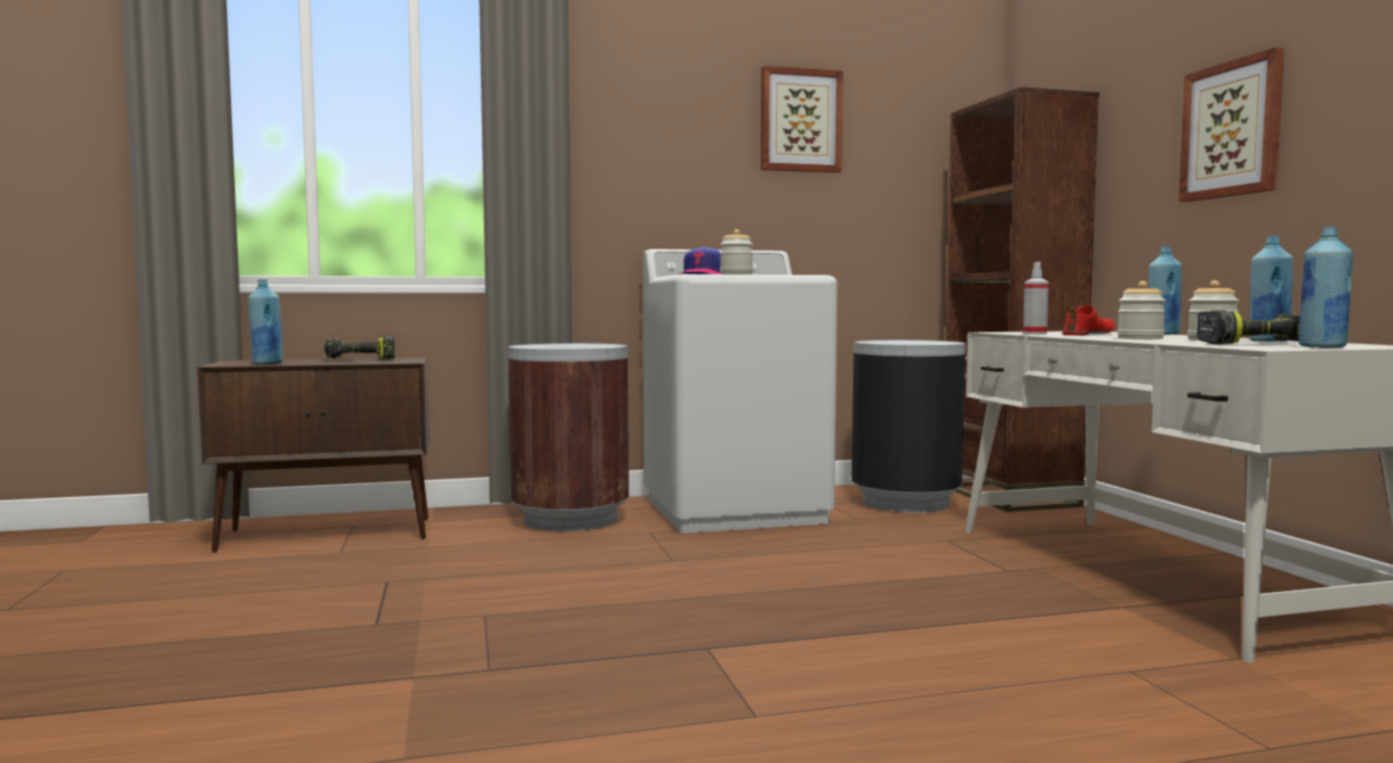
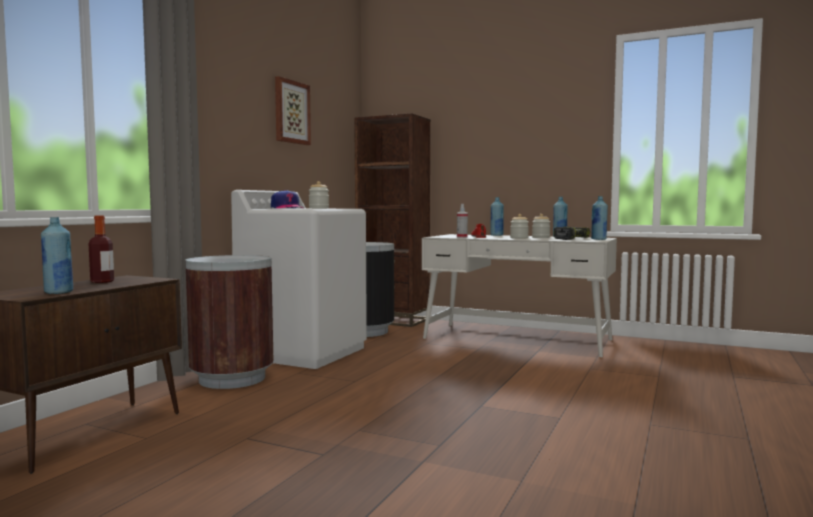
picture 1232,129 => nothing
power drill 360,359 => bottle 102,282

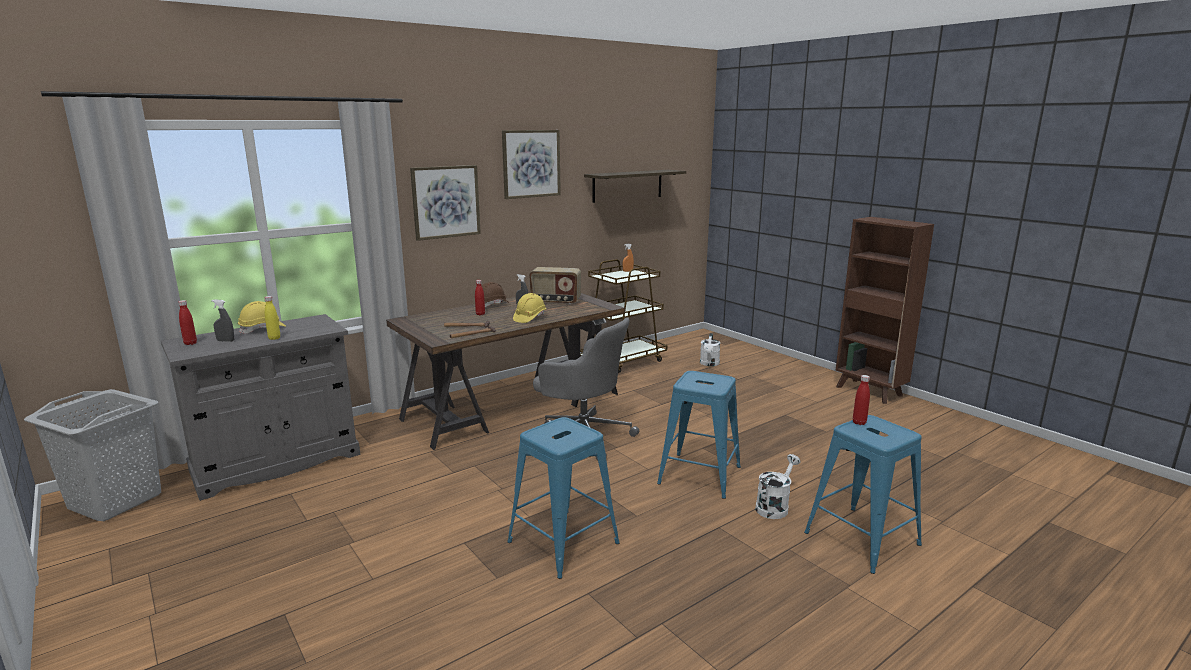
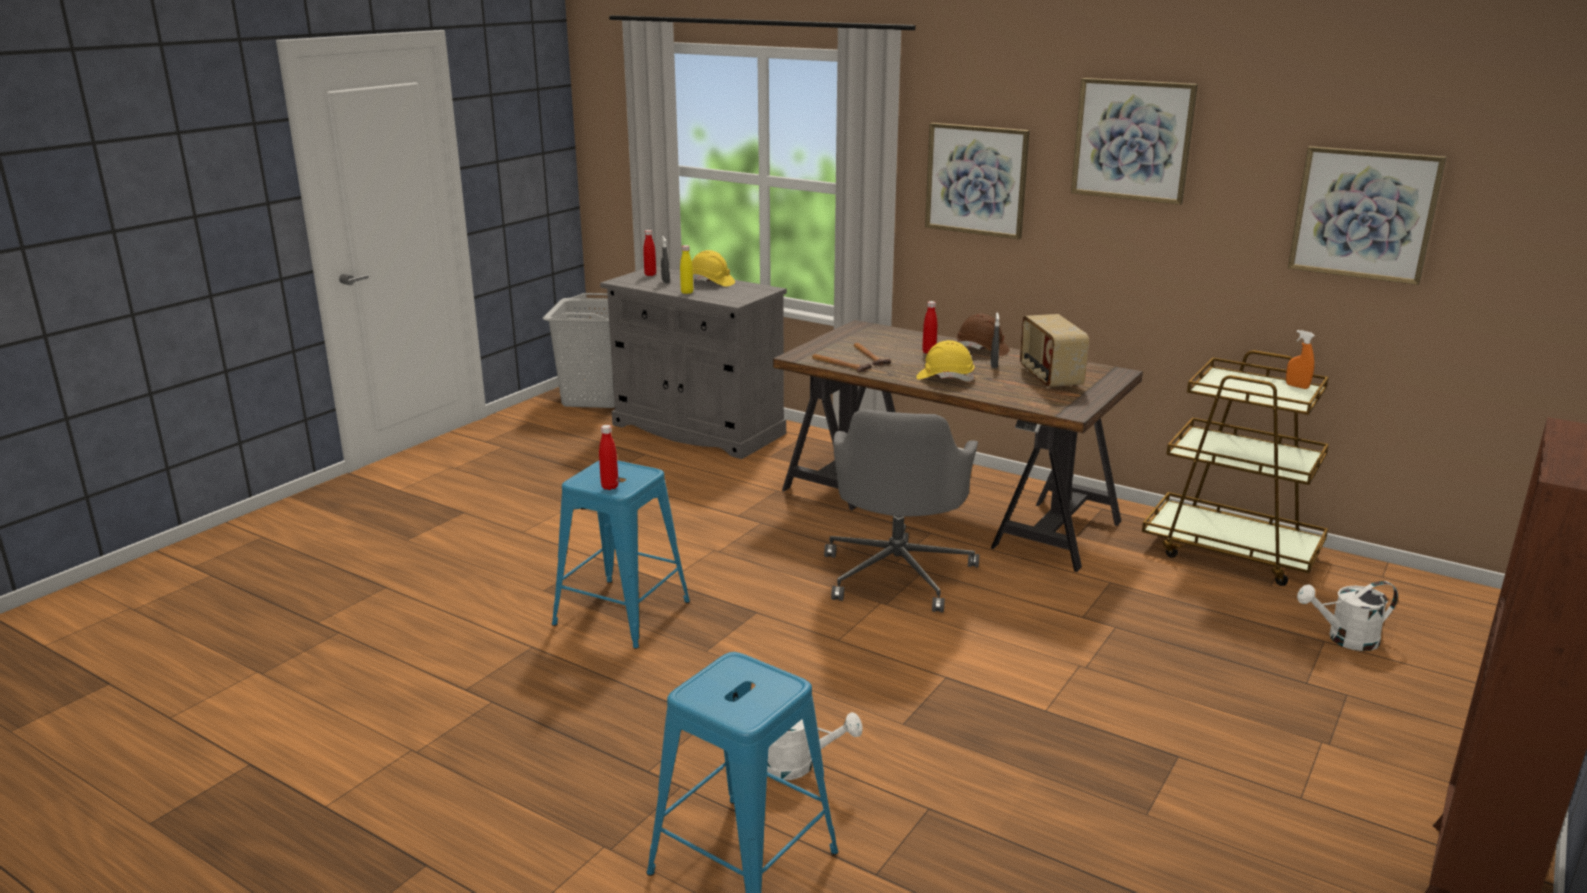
shelf 627,185 => picture 1364,214
stool in blue 699,475 => nothing
bottle in red 859,422 => bottle in red 610,487, relocated

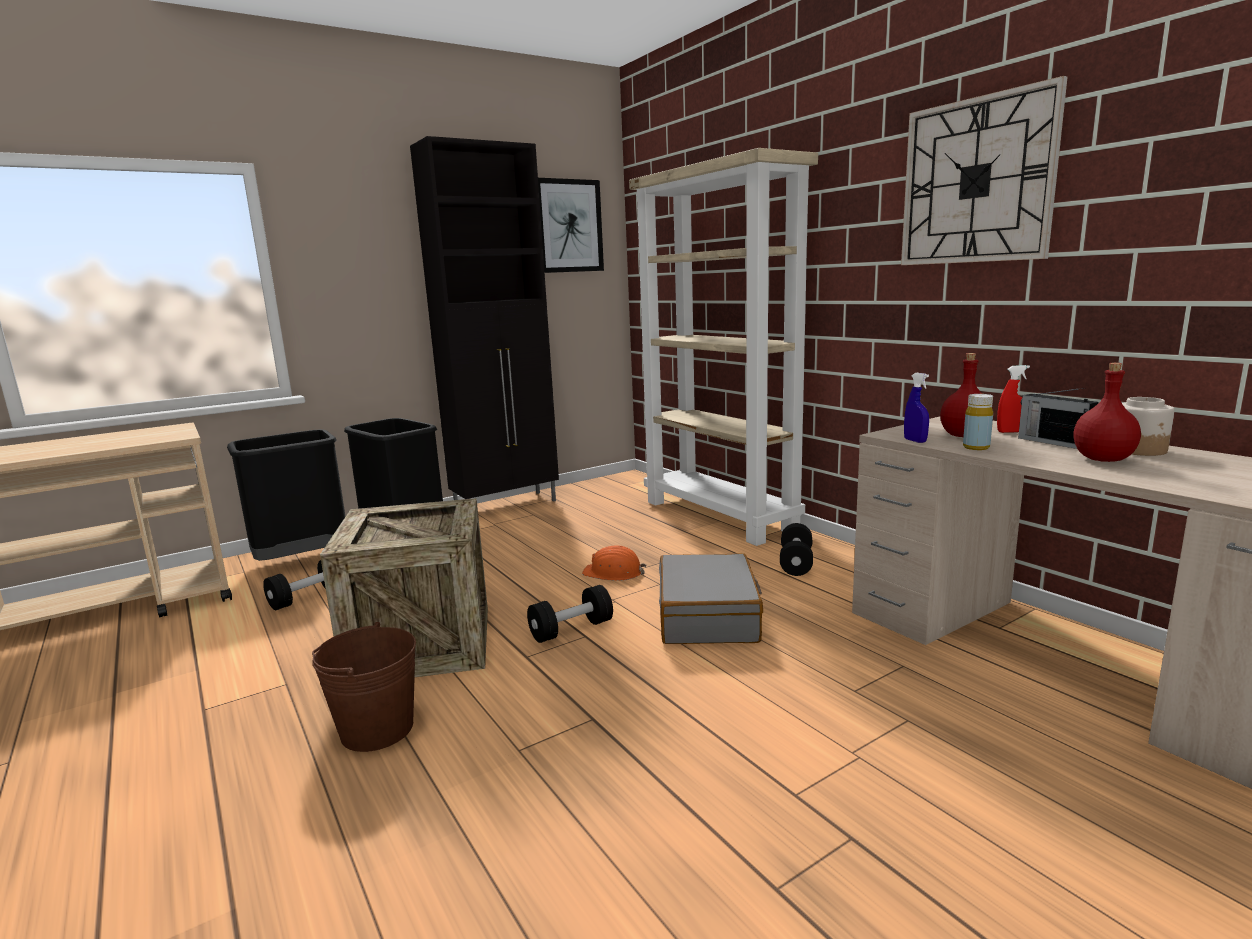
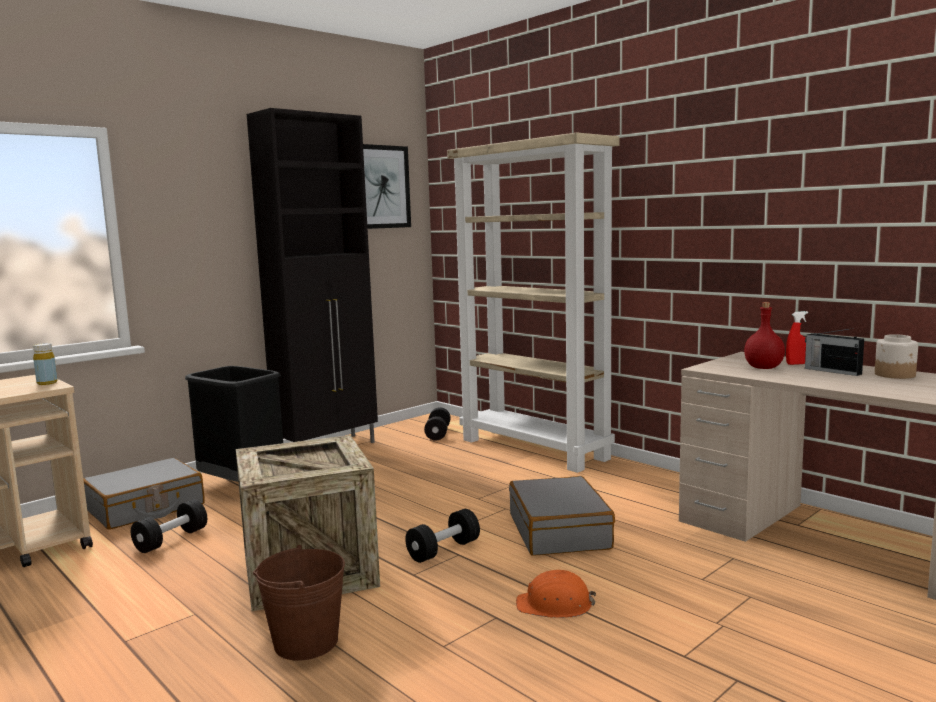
wall clock 976,181 => nothing
bottle in red 1101,459 => nothing
spray bottle in blue 915,441 => nothing
bottle in yellow 976,447 => bottle in yellow 47,383, relocated
trash can in black 303,561 => suitcase in grey 145,508
dumbbell in black 796,563 => dumbbell in black 438,434, relocated
hard hat in orange 613,572 => hard hat in orange 555,605, relocated

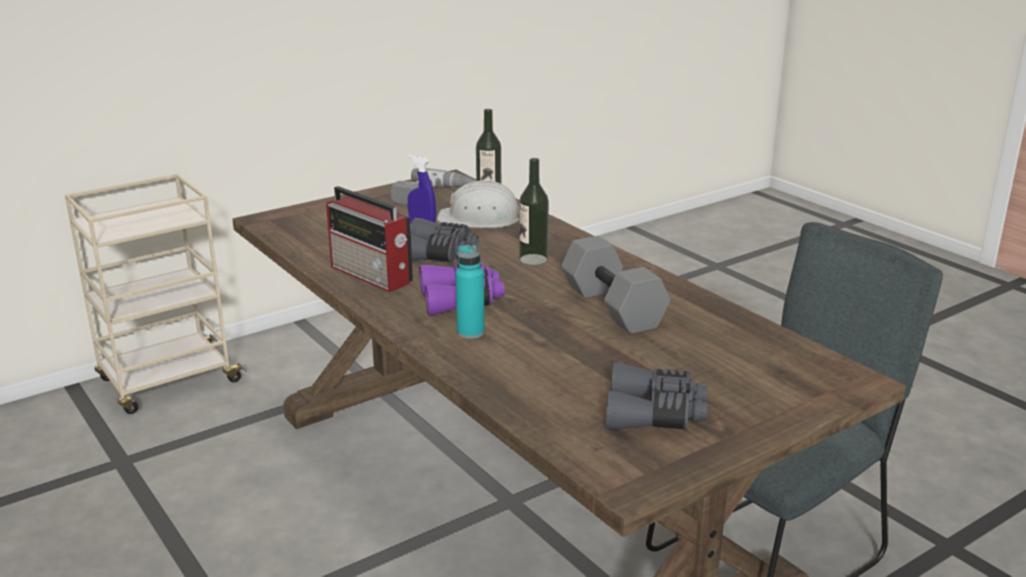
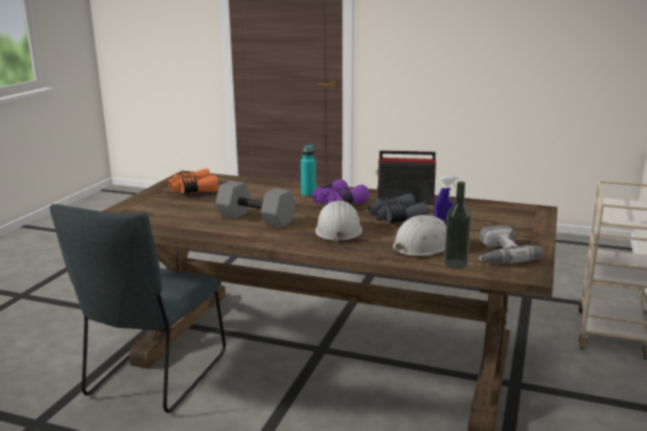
bottle 533,259 => hard hat in white 338,230
binoculars in grey 655,414 => binoculars in orange 192,190

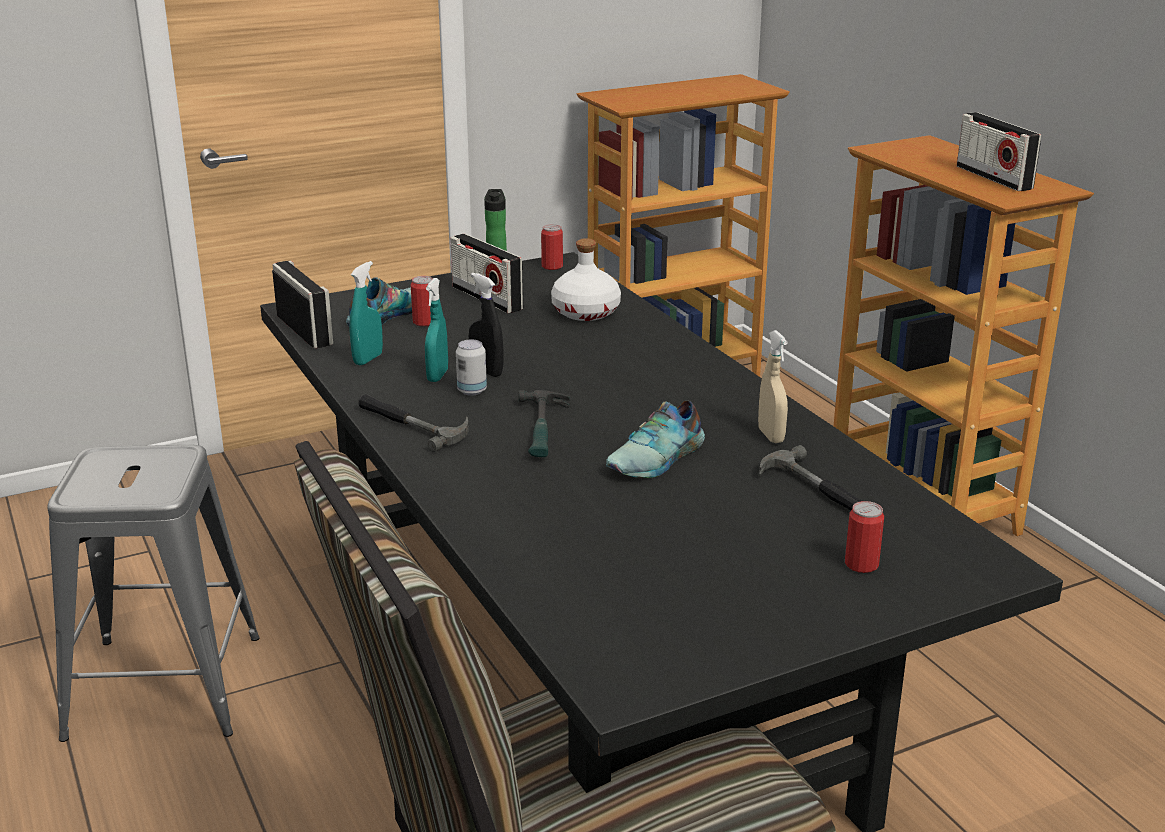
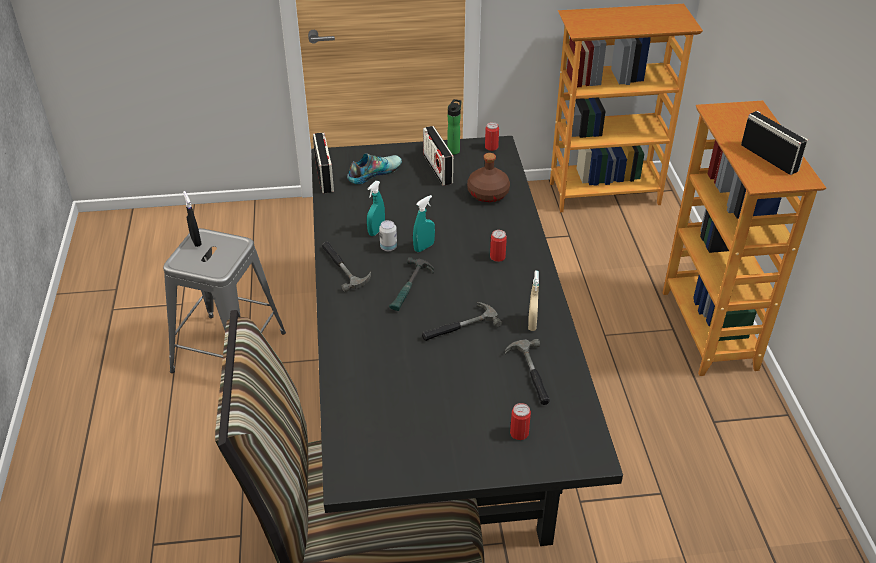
radio 993,178 => radio 769,158, 150 degrees clockwise
bottle in white 586,312 => bottle in brown 488,194
spray bottle in turquoise 368,359 => spray bottle in turquoise 424,247, relocated
spray bottle in black 486,371 => spray bottle in black 196,241, relocated
can 424,322 => can 497,257, relocated
shoe 658,459 => hammer 459,326

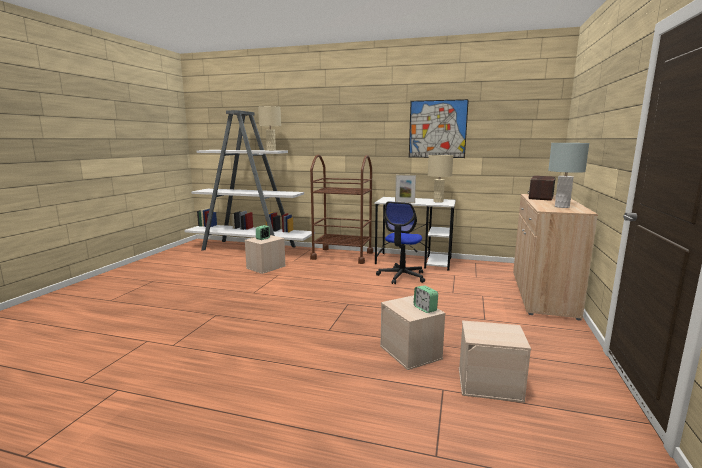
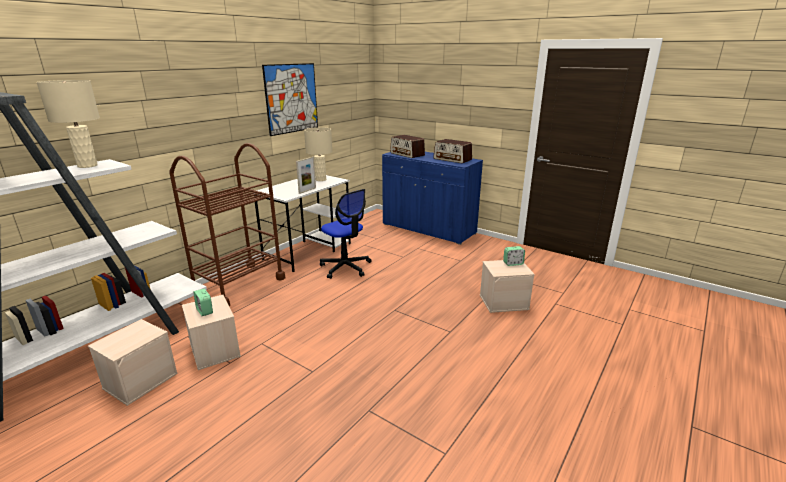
table lamp in grey 562,207 => radio 452,159
cabinet in beige 542,294 => cabinet in blue 428,229
storage box in beige 490,384 => storage box in beige 141,380, relocated

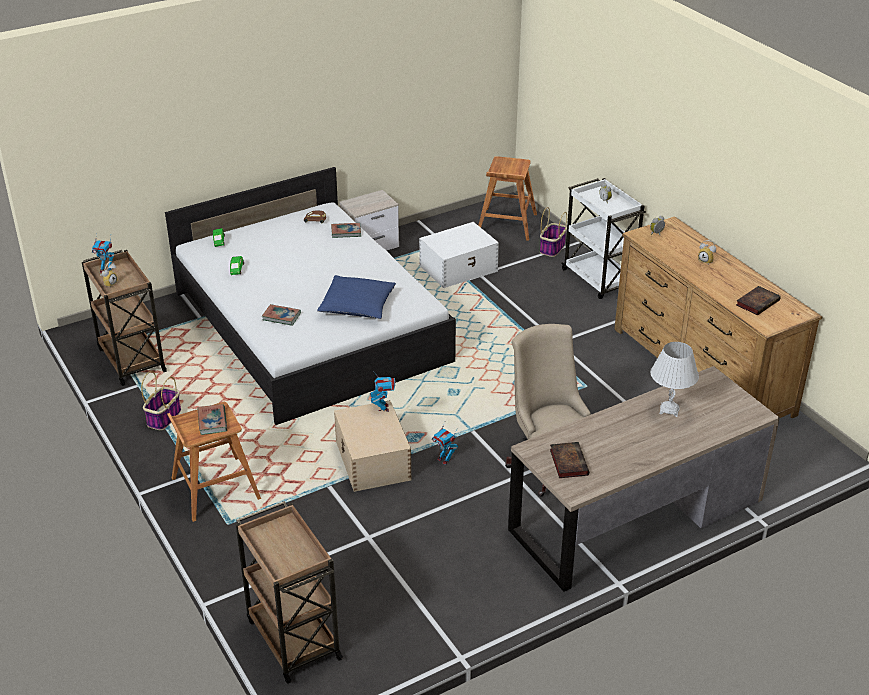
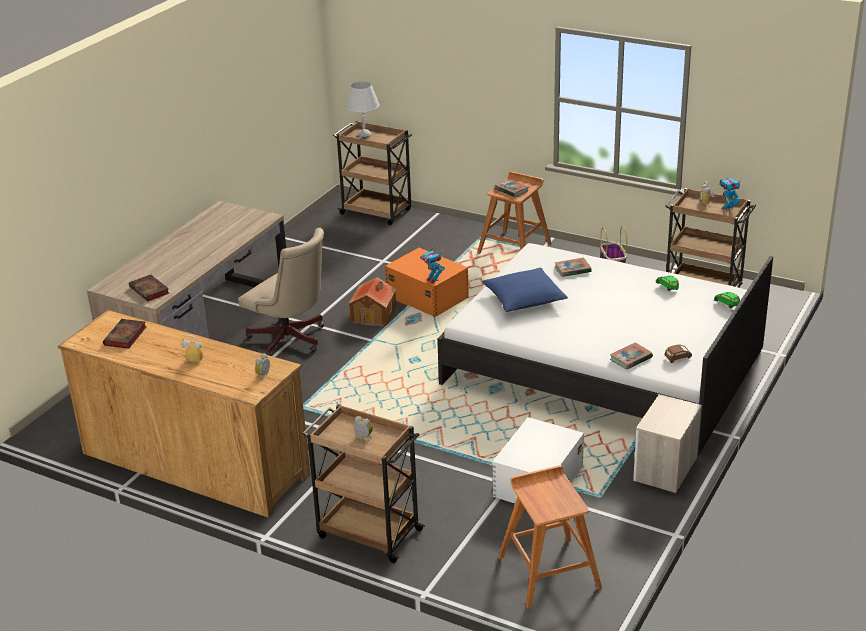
cart in white 599,279 => cart in brown 367,533
basket 552,248 => nothing
table lamp in white 669,410 => table lamp in white 364,135, relocated
storage box in beige 372,461 => storage box in orange 427,296
toy robot 444,460 => toy house 374,315
book 568,462 => book 150,290, relocated

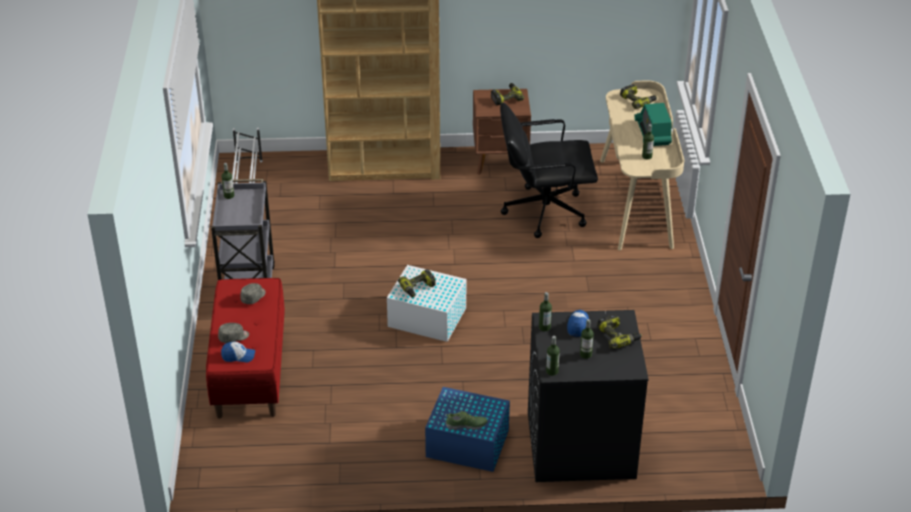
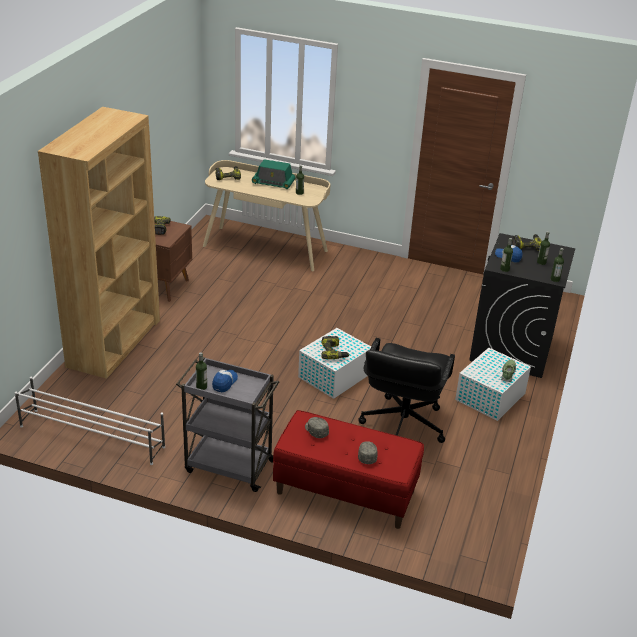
office chair in black 544,211 => office chair in black 402,425, relocated
cap 238,356 => cap 224,383, relocated
storage box in blue 466,443 => storage box in white 489,397

